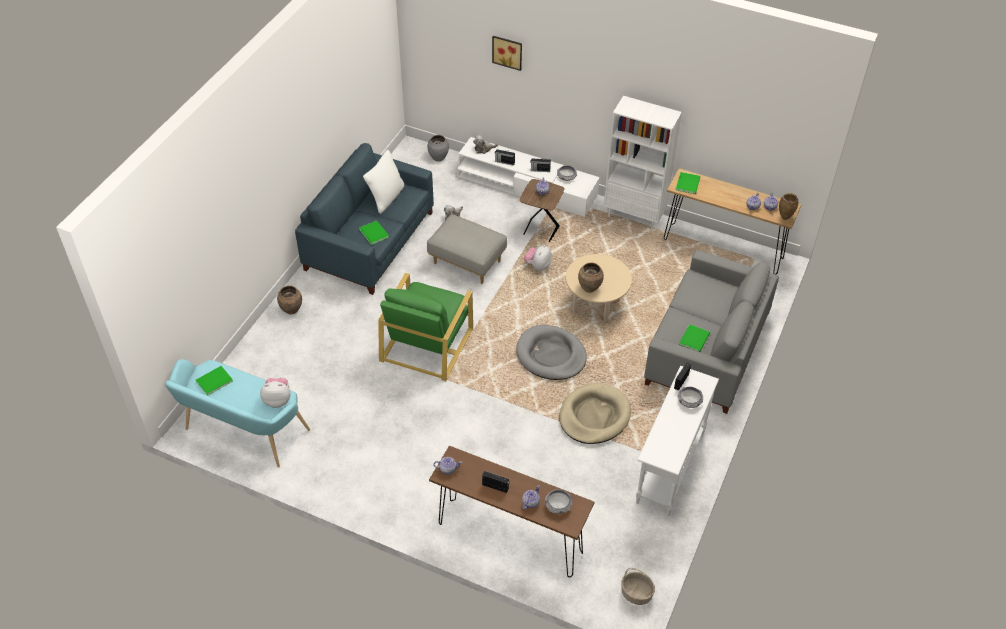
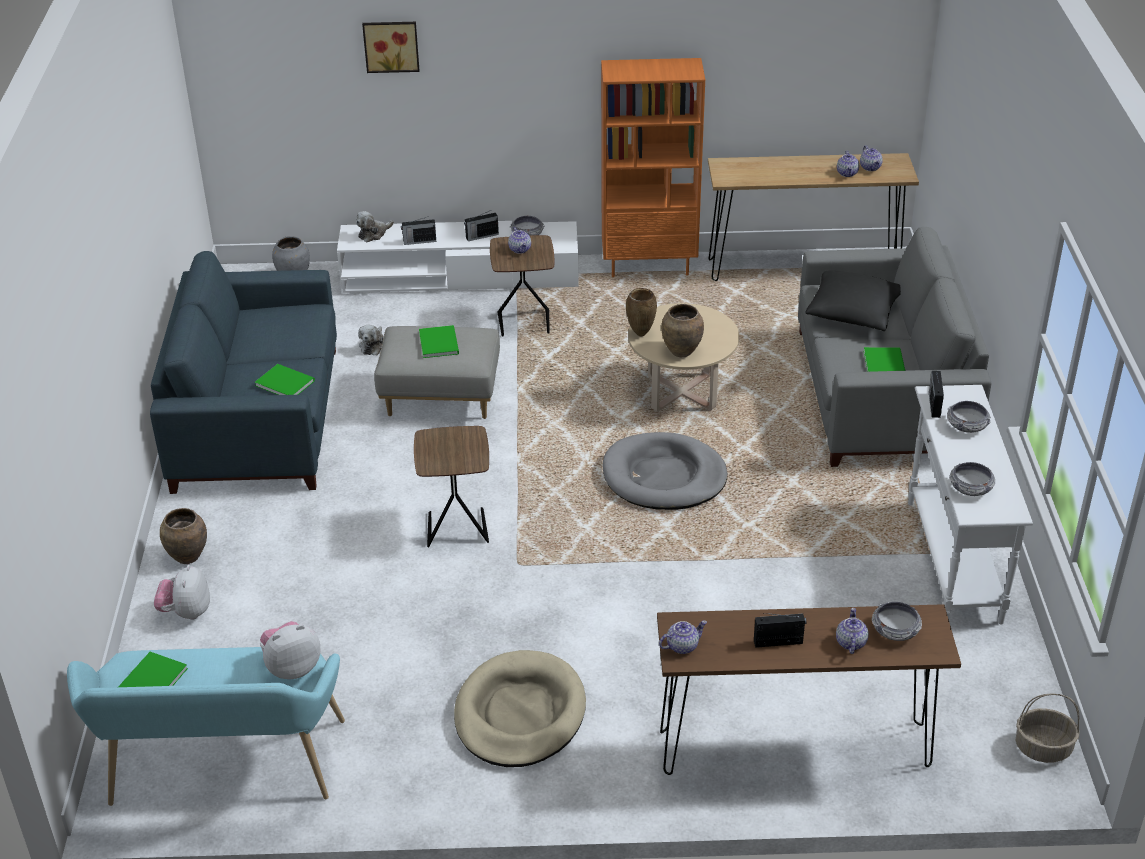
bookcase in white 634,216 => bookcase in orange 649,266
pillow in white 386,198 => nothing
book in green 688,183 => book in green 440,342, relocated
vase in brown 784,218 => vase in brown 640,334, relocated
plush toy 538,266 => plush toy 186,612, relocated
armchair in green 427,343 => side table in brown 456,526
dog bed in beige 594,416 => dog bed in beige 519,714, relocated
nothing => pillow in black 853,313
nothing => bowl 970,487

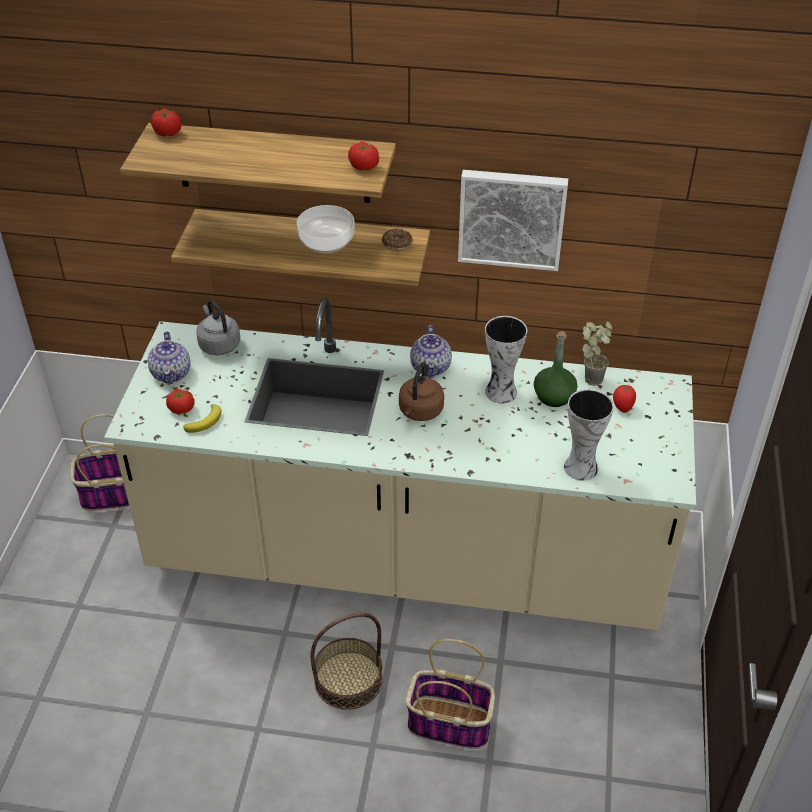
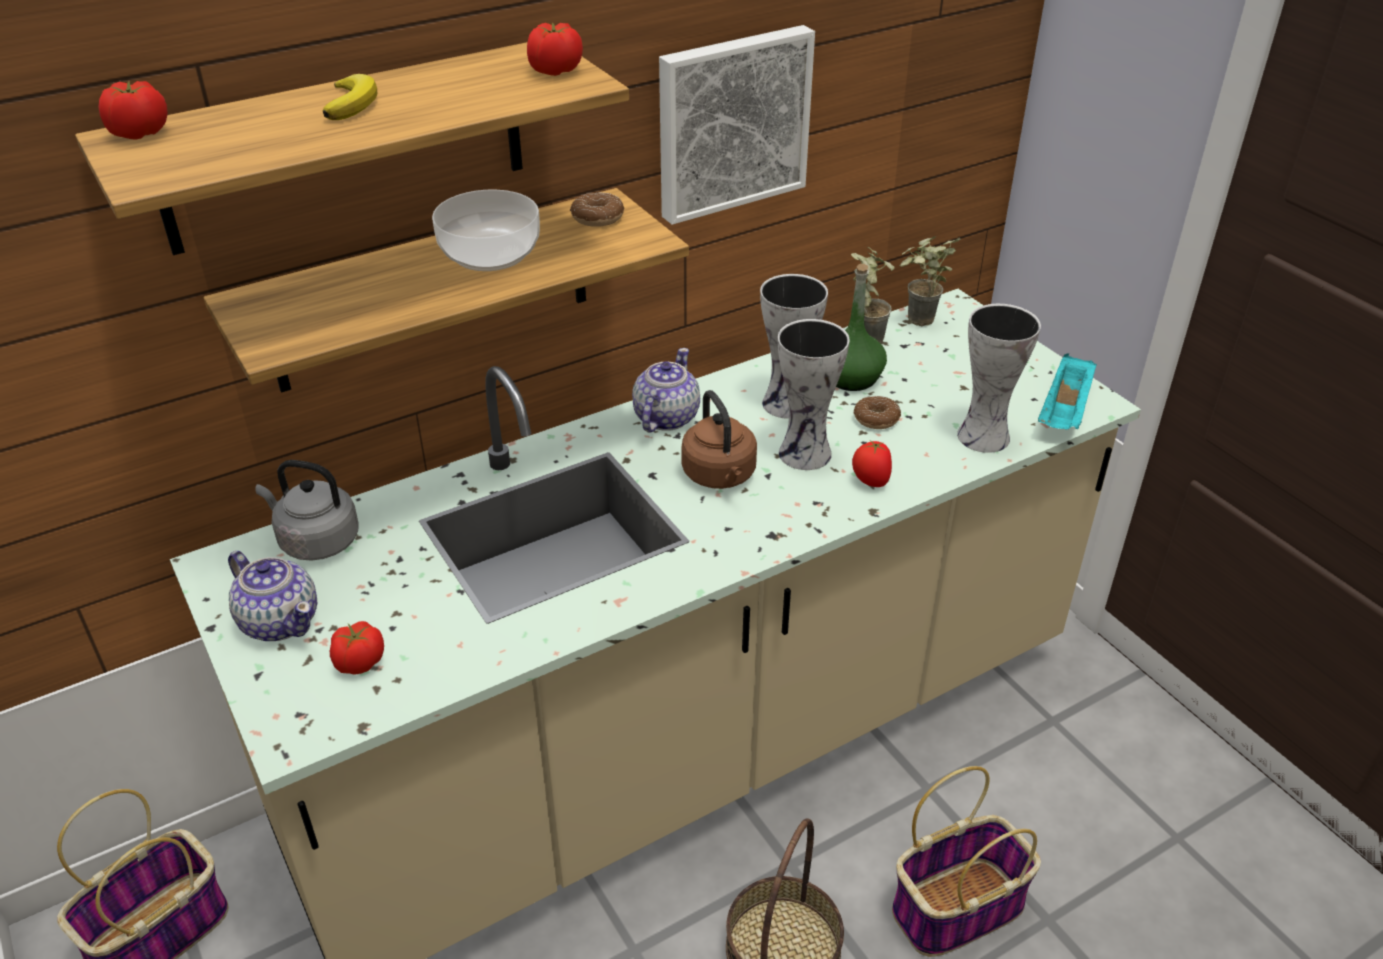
teapot 431,367 => teapot 665,418, 120 degrees counterclockwise
tomato 622,407 => tomato 870,482, relocated
banana 205,421 => banana 352,103, relocated
nothing => potted plant 917,324
nothing => vase 807,454
nothing => tray in turquoise 1064,412
nothing => donut 876,419

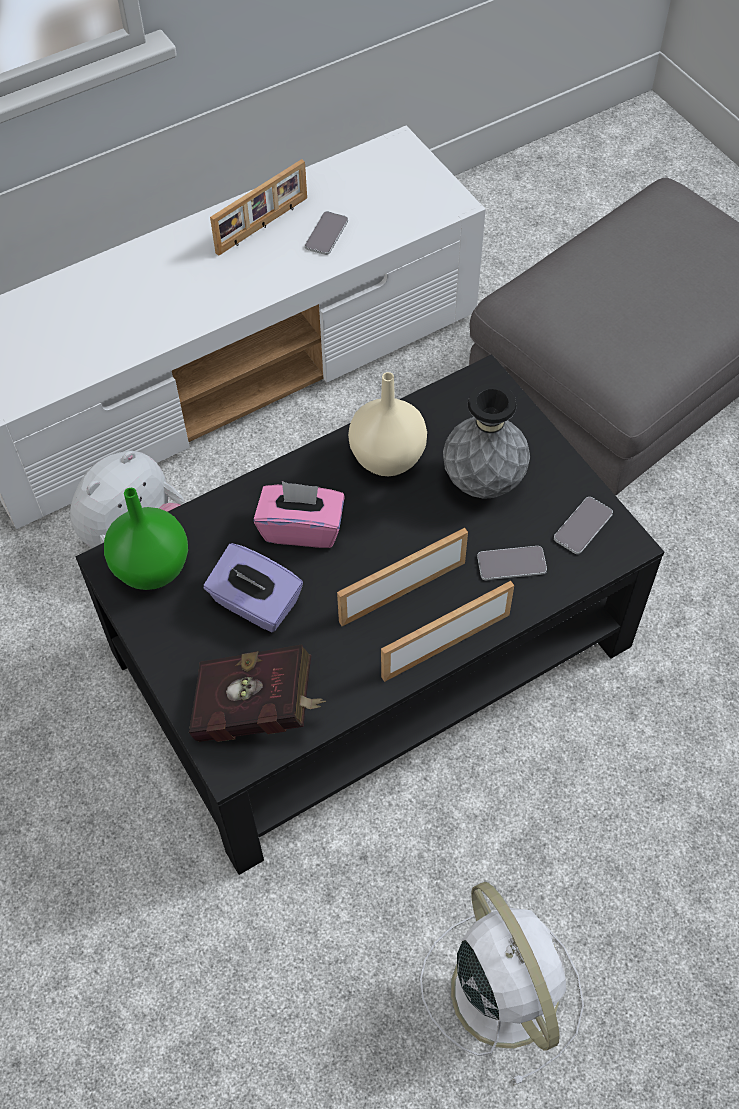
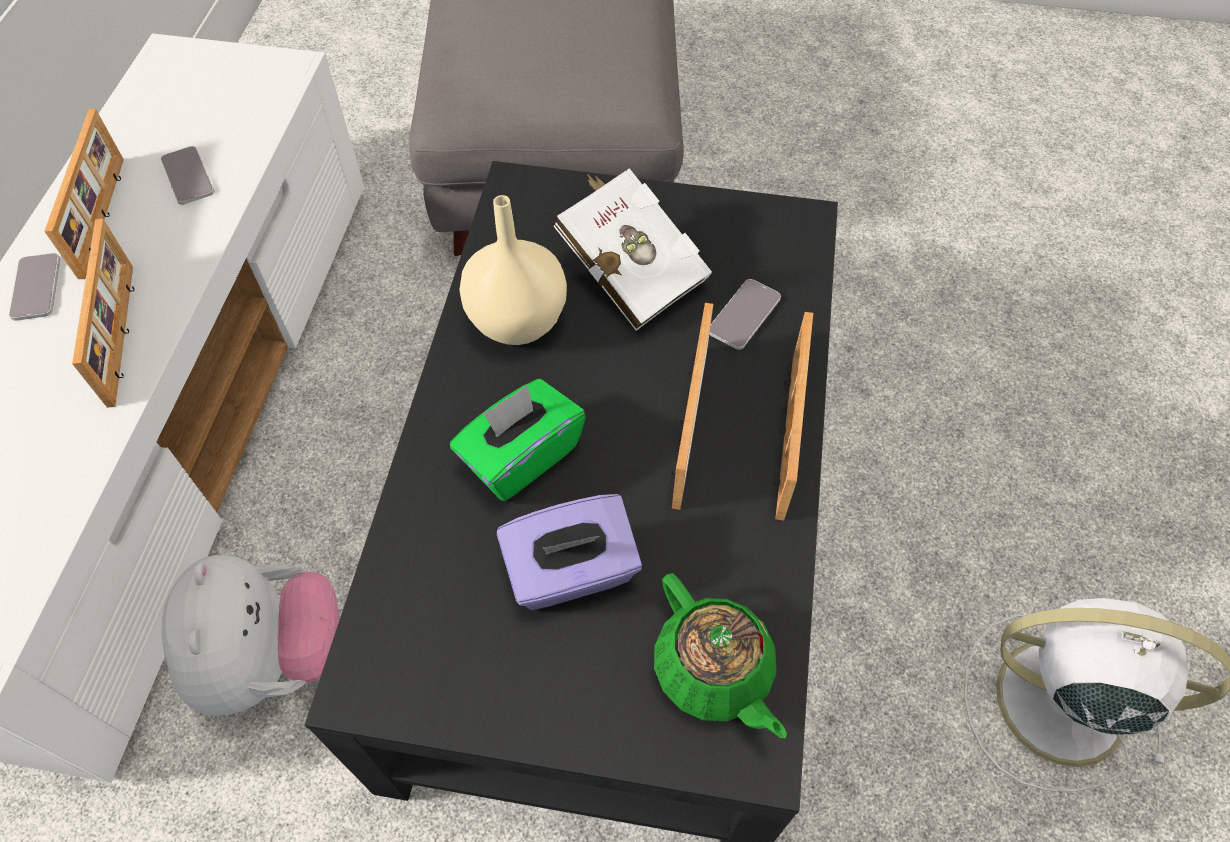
vase in grey 483,482 => book in white 629,270
tissue box in pink 301,528 => tissue box in green 521,456
vase in green 151,567 => nothing
phone 583,526 => phone 36,287, relocated
book in red 259,710 => teapot in green 714,671
nothing => picture frame 123,333

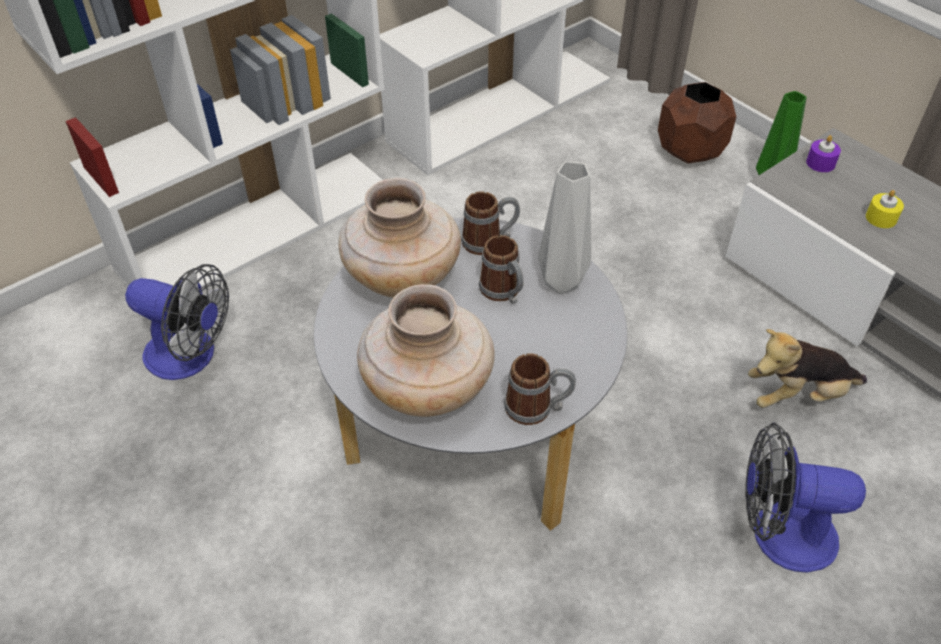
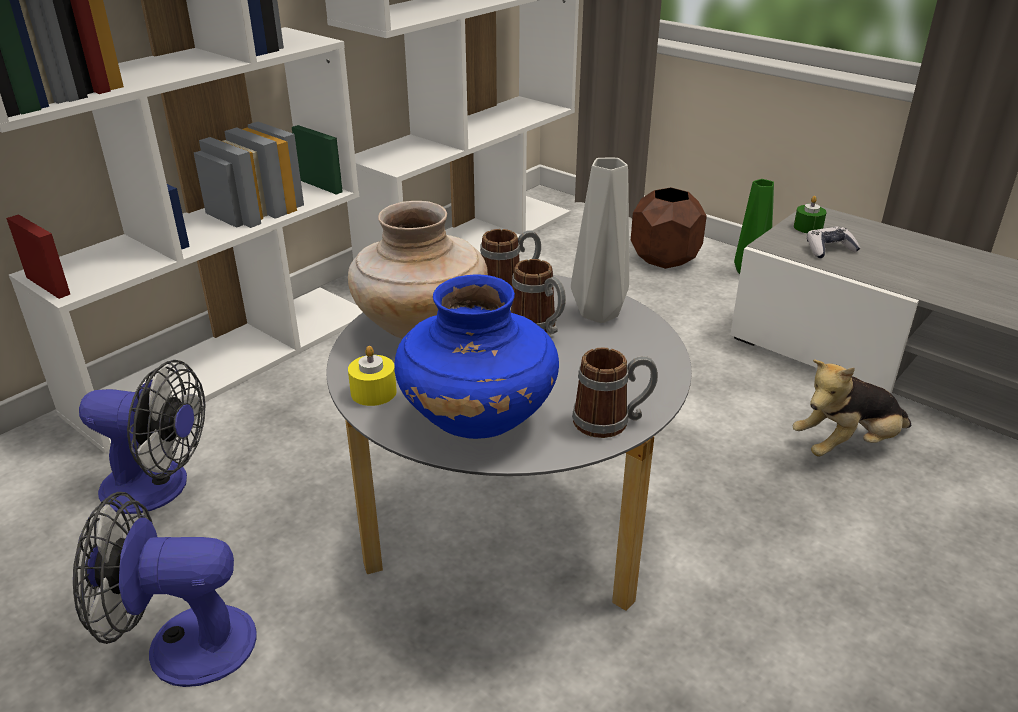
candle in purple 820,163 => candle in green 808,227
candle in yellow 881,218 => candle in yellow 373,392, relocated
vase in beige 428,389 => vase in blue 478,418
fan 778,533 => fan 182,645, relocated
nothing => game controller 829,249

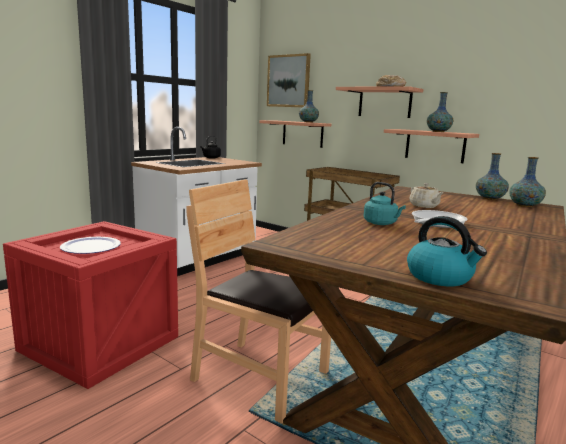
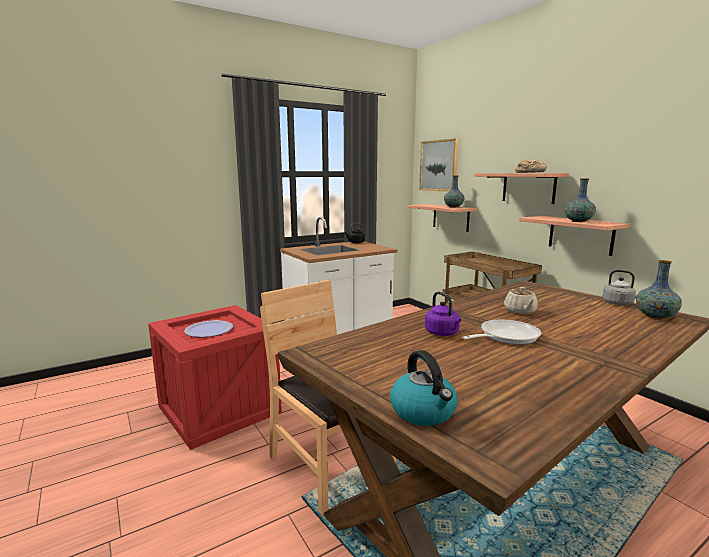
vase 490,198 => kettle in grey 619,303
kettle in turquoise 381,223 => kettle in purple 443,333

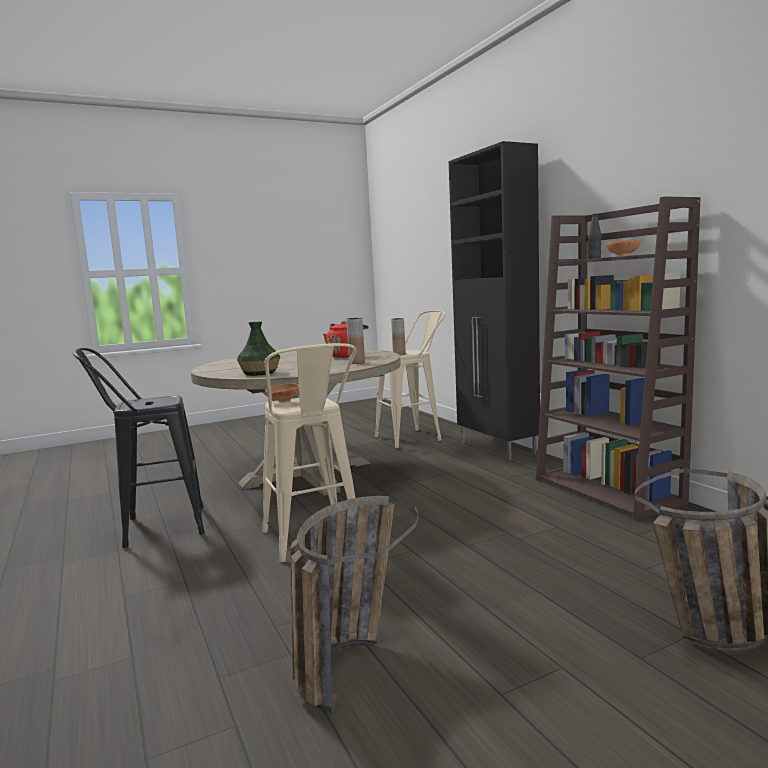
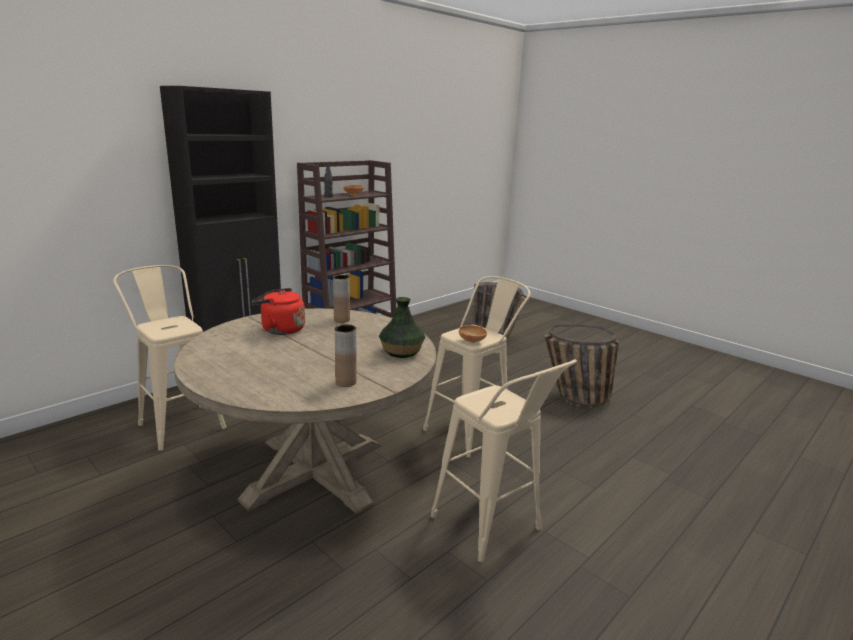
vase in brown 399,354 => vase in brown 346,382, relocated
stool in black 154,528 => stool in beige 493,529

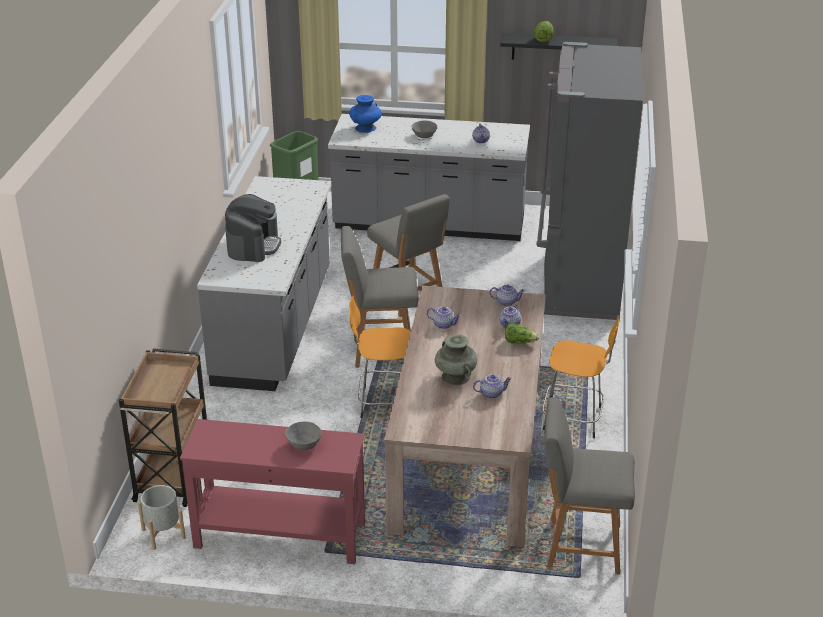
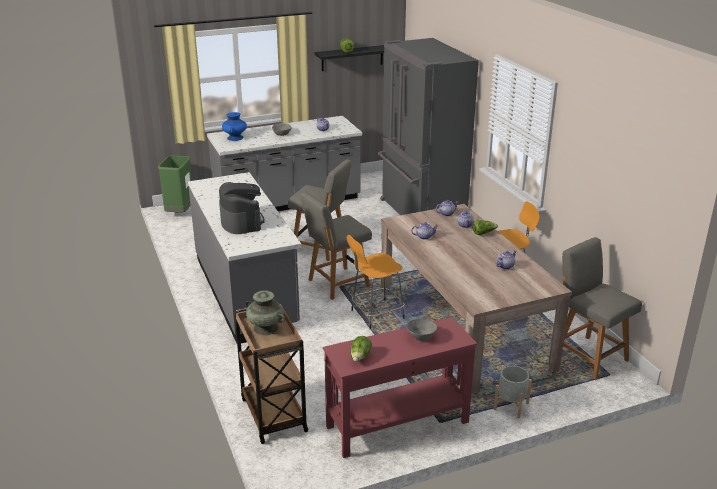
vase in turquoise 455,377 => vase in turquoise 266,328, relocated
chair in grey 580,545 => chair in grey 588,356, 75 degrees clockwise
planter in grey 163,534 => planter in grey 511,406, relocated
nothing => lettuce 360,356

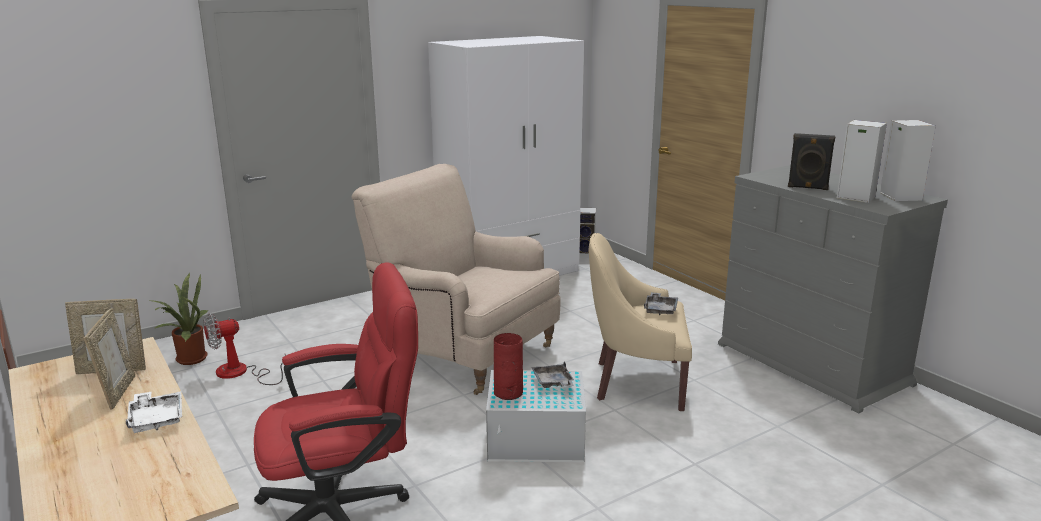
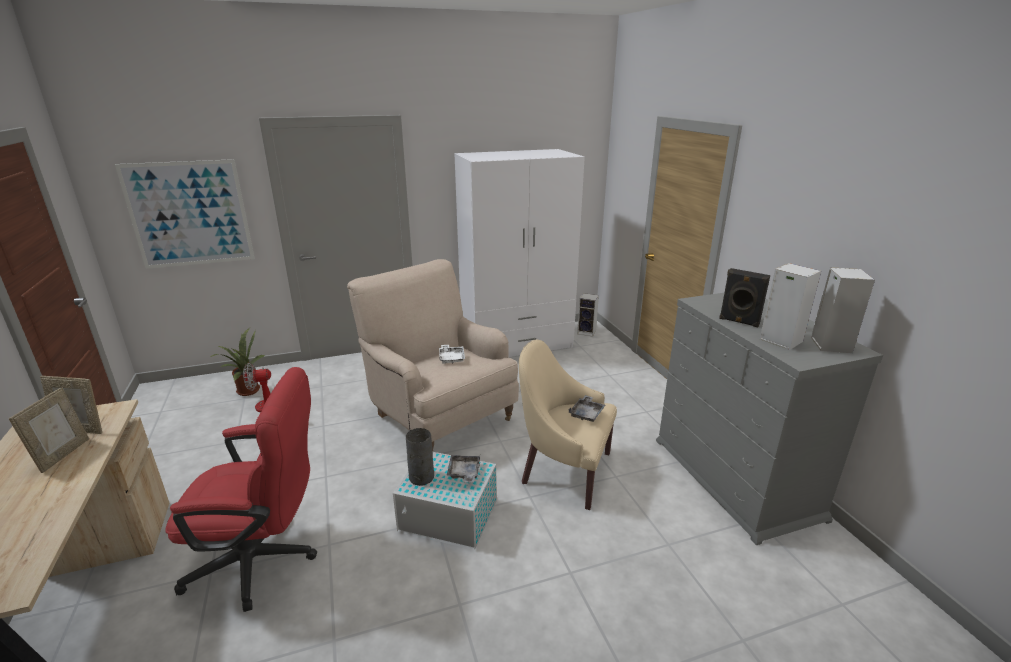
vase in red 508,393 => vase in grey 421,477
tray in white 156,419 => tray in white 451,358, relocated
nothing => picture 189,214

